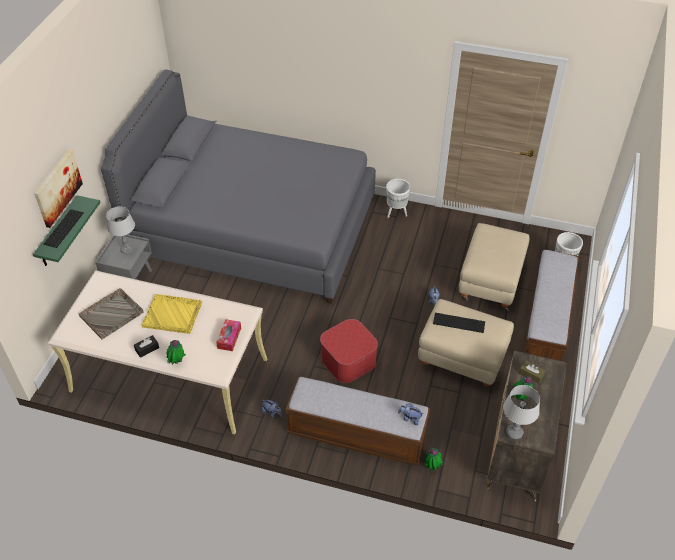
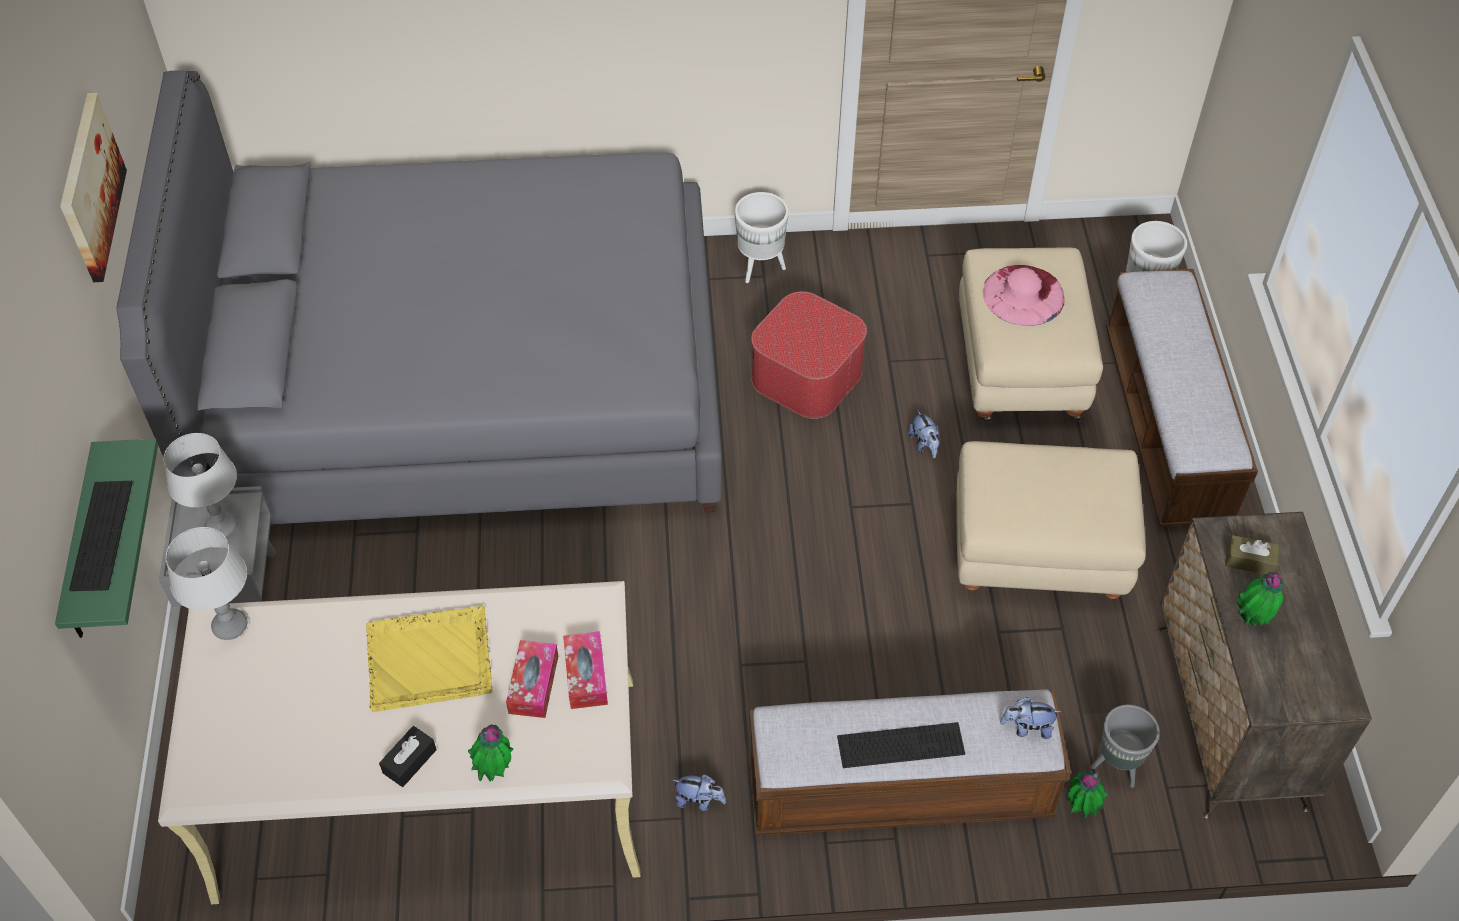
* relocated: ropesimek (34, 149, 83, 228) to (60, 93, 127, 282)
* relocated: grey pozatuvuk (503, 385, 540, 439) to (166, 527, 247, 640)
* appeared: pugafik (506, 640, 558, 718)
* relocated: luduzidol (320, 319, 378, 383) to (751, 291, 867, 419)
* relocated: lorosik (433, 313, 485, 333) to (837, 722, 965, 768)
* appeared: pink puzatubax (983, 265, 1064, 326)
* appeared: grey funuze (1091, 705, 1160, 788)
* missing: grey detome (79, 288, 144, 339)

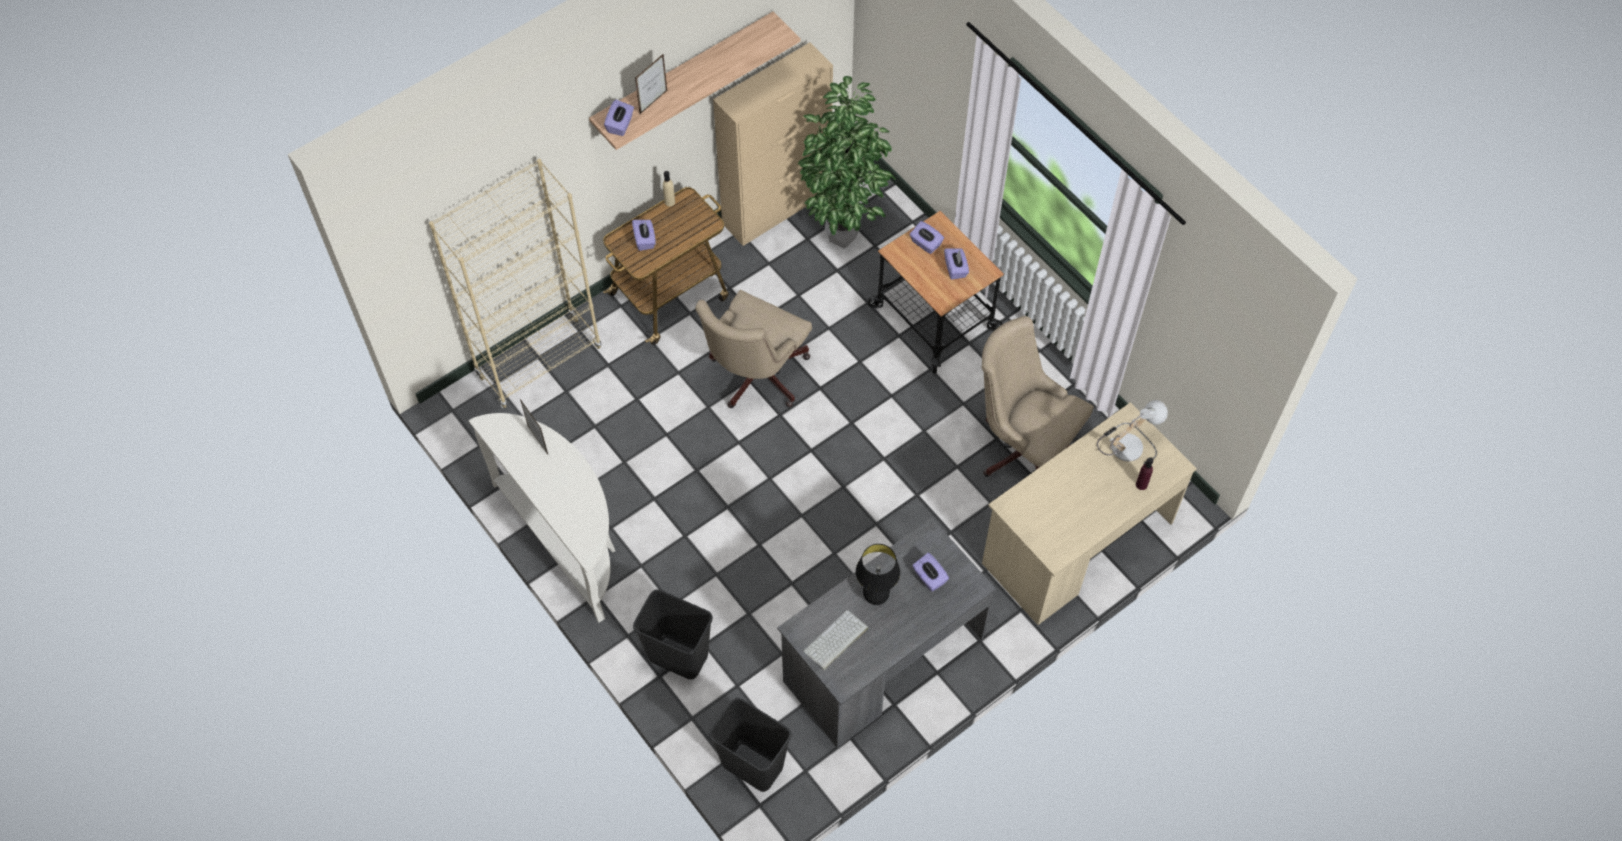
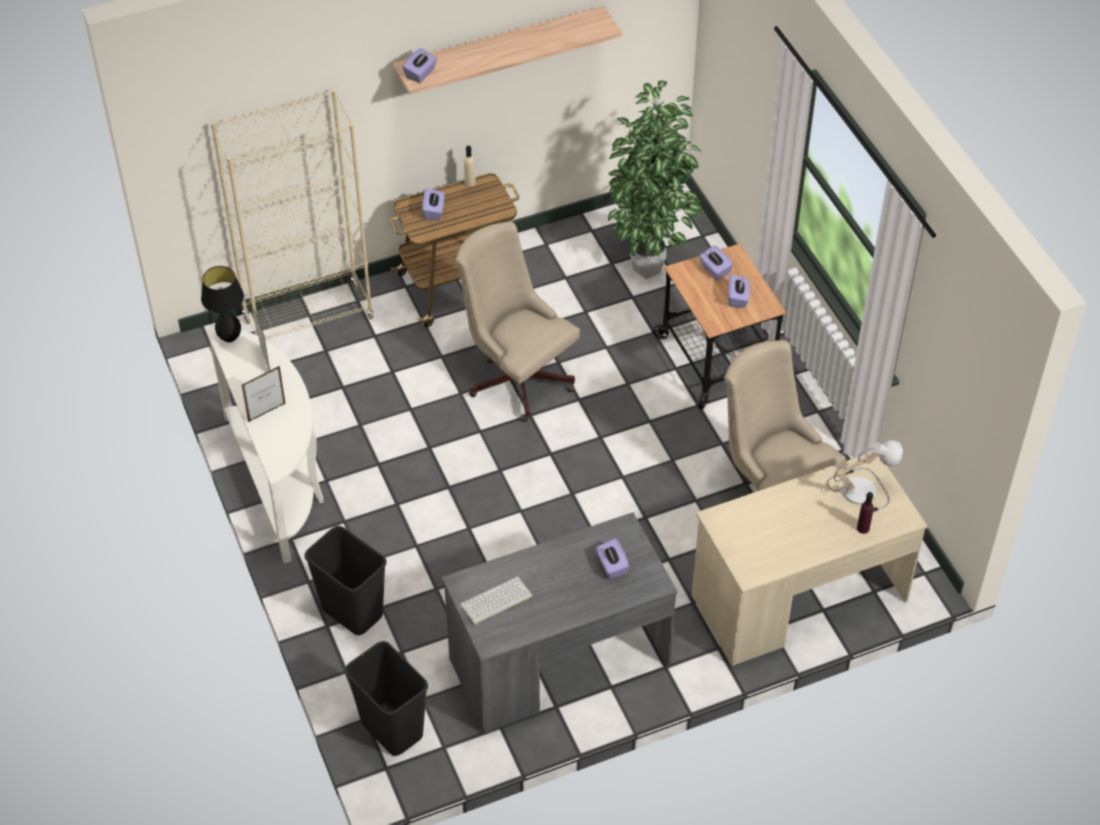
* relocated: black pozatuvuk (856, 544, 900, 605) to (201, 266, 244, 342)
* relocated: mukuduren (635, 53, 668, 114) to (242, 366, 286, 422)
* spun: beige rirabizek (695, 290, 812, 408) = (455, 221, 580, 422) 90 degrees clockwise
* missing: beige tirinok (713, 42, 833, 246)

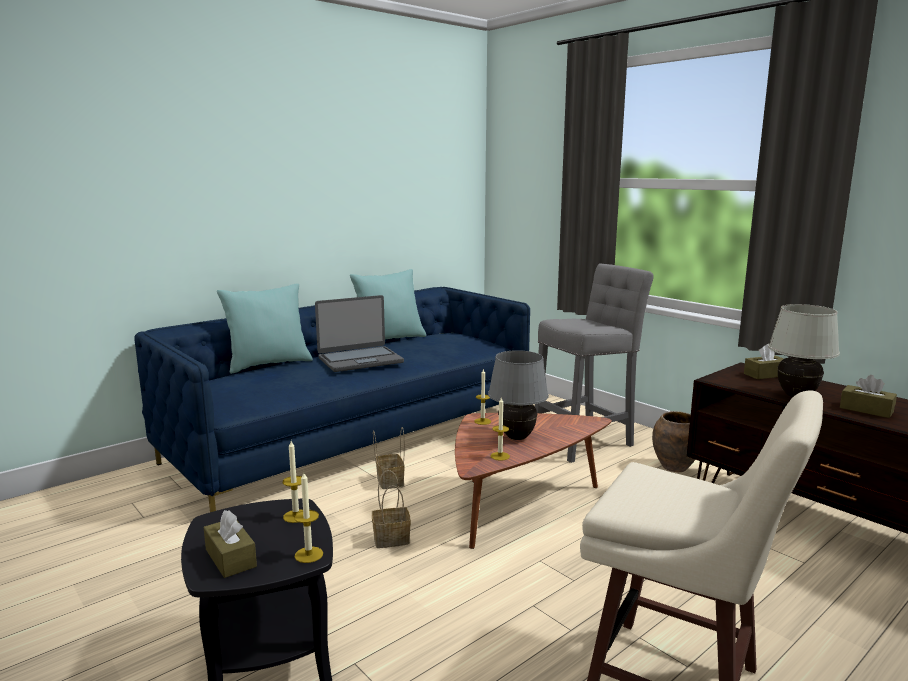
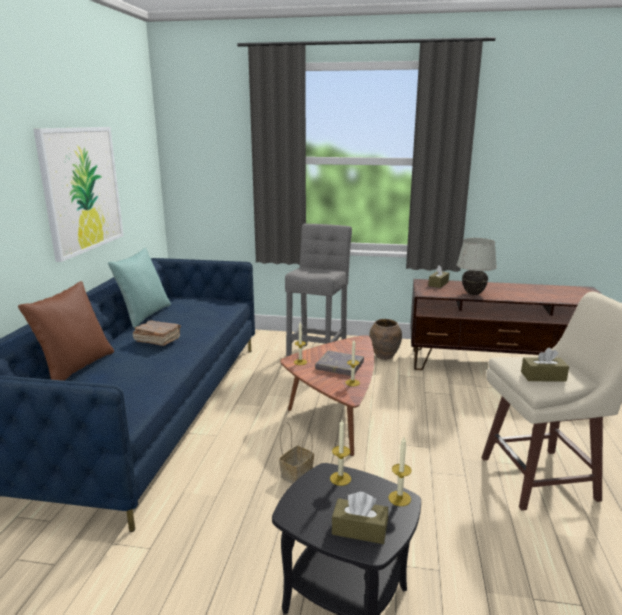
* colour: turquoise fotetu (217, 284, 313, 374) to brown fotetu (18, 281, 114, 381)
* appeared: ropesimek (34, 127, 124, 262)
* exchanged: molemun (315, 295, 404, 372) to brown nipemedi (133, 320, 181, 346)
* exchanged: grey pozatuvuk (488, 350, 549, 440) to grey nipemedi (315, 351, 364, 376)
* relocated: brown pugafik (840, 375, 897, 418) to (521, 348, 569, 382)
* missing: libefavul (373, 427, 405, 489)

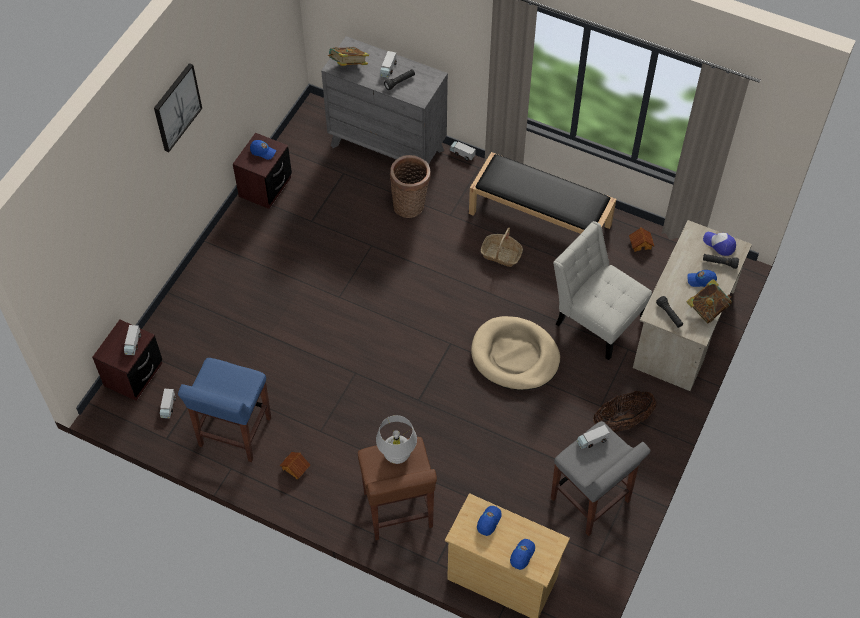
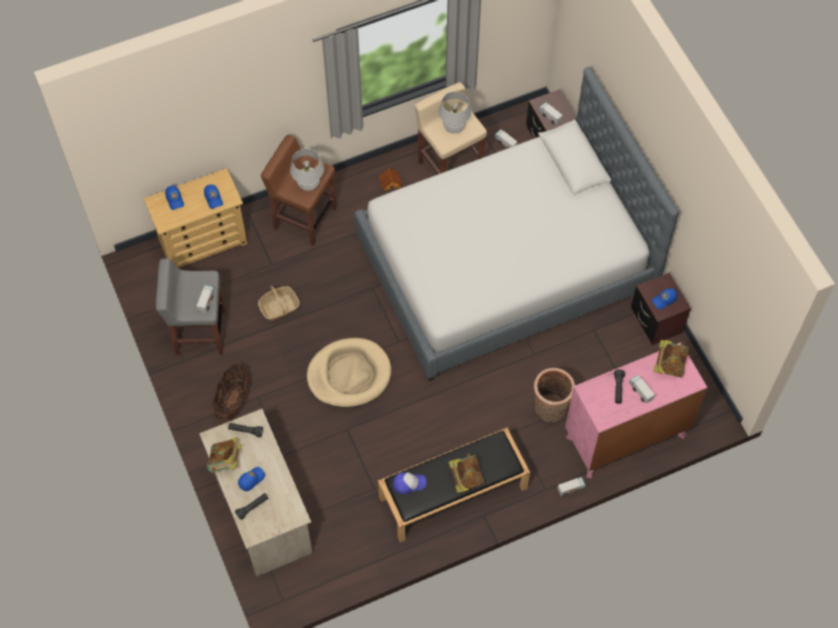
* relocated: libefavul (481, 228, 523, 267) to (258, 286, 300, 320)
* appeared: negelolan (354, 67, 679, 381)
* relocated: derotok (703, 232, 736, 256) to (393, 472, 426, 494)
* colour: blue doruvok (178, 358, 271, 462) to beige doruvok (414, 82, 487, 174)
* appeared: white pozatuvuk (438, 91, 471, 134)
* appeared: nipemedi (449, 454, 484, 493)
* colour: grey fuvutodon (321, 36, 448, 164) to pink fuvutodon (565, 342, 707, 478)
* missing: ropesimek (154, 63, 202, 152)
* missing: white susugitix (553, 221, 652, 360)
* missing: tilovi (629, 227, 654, 252)

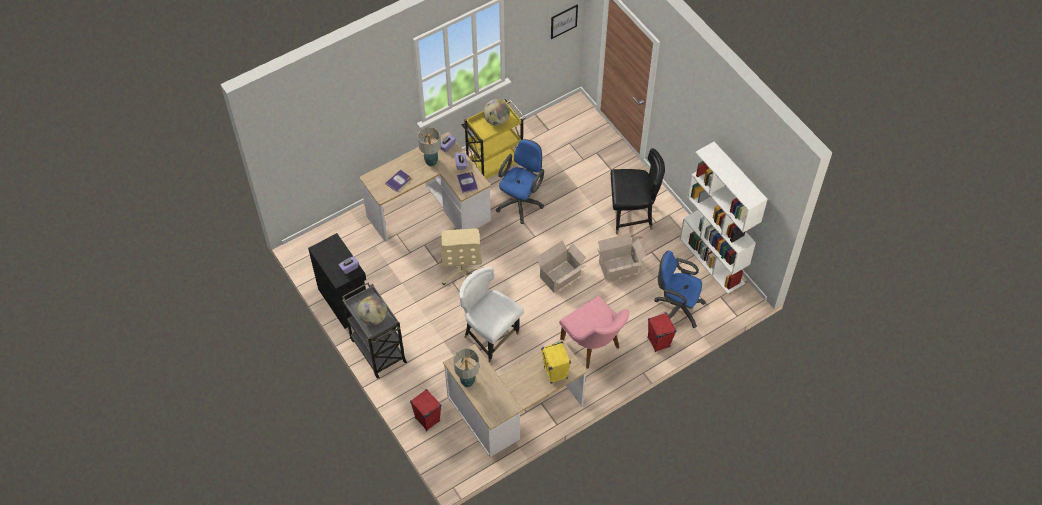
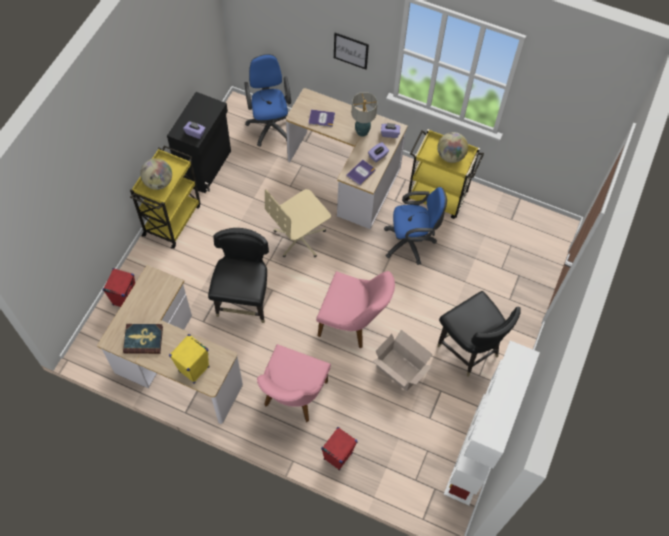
* appeared: nipemedi (123, 324, 163, 354)
* colour: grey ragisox (342, 283, 407, 379) to yellow ragisox (130, 146, 201, 249)
* colour: white susugitix (459, 267, 524, 363) to black susugitix (208, 228, 269, 323)
* relocated: blue rirabizek (654, 251, 706, 328) to (244, 54, 291, 147)
* exchanged: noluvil (536, 240, 586, 293) to pink susugitix (316, 271, 395, 348)
* relocated: ropesimek (551, 4, 578, 39) to (334, 33, 369, 70)
* missing: pozatuvuk (454, 348, 479, 387)

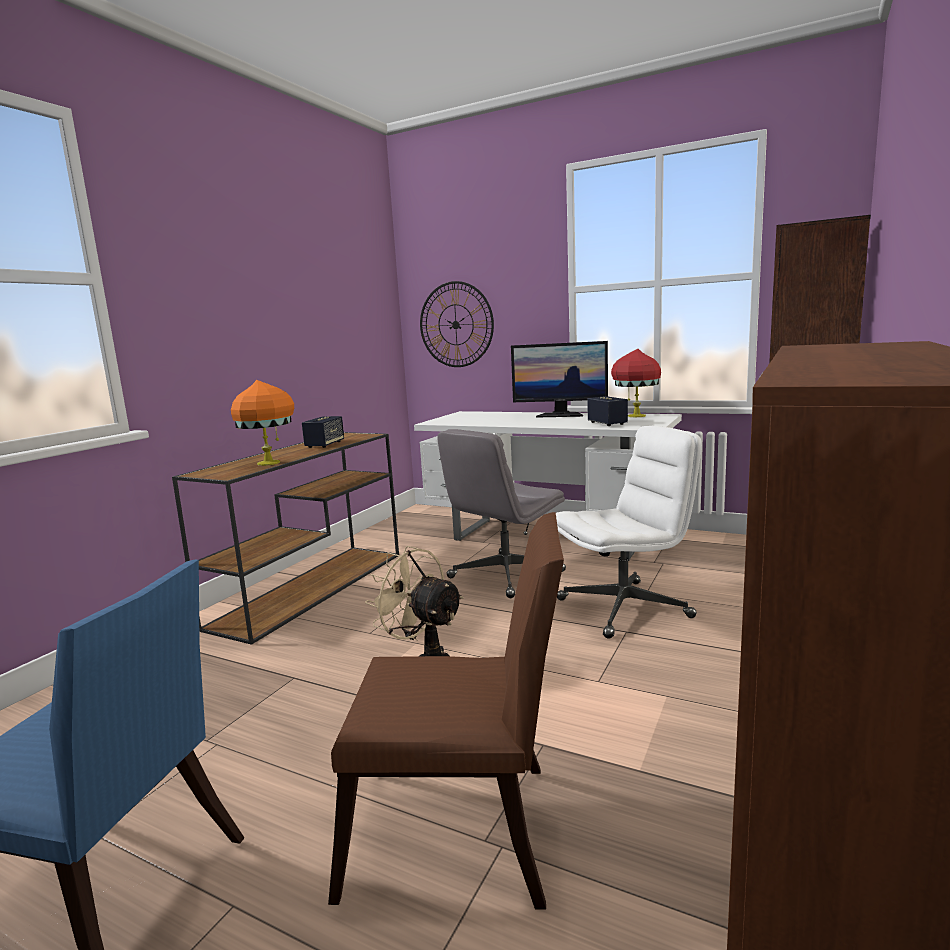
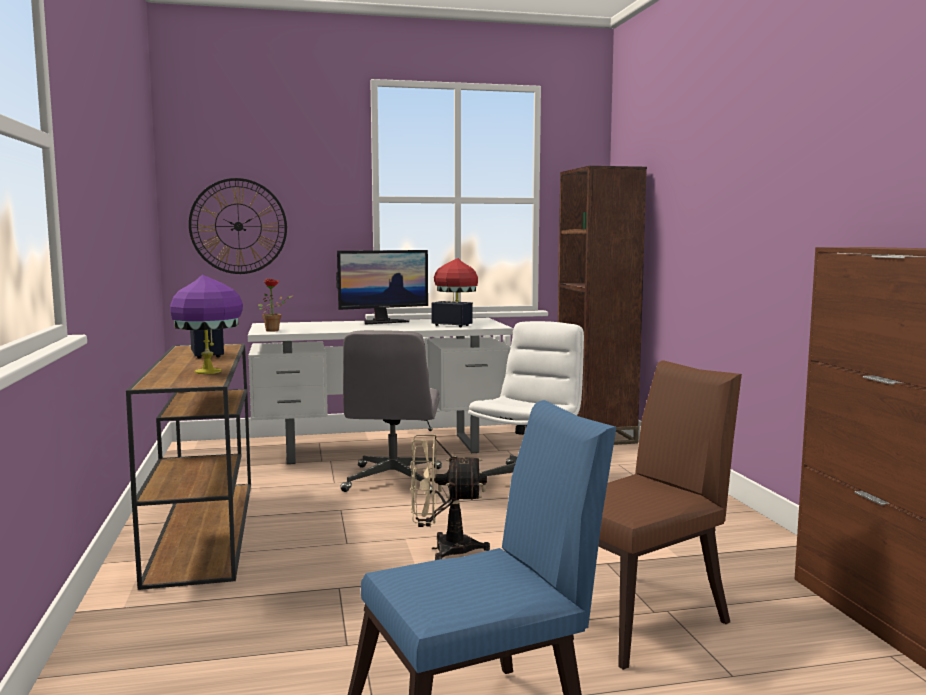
* colour: orange pozatuvuk (231, 380, 294, 466) to purple pozatuvuk (170, 275, 243, 374)
* appeared: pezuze (258, 279, 293, 332)

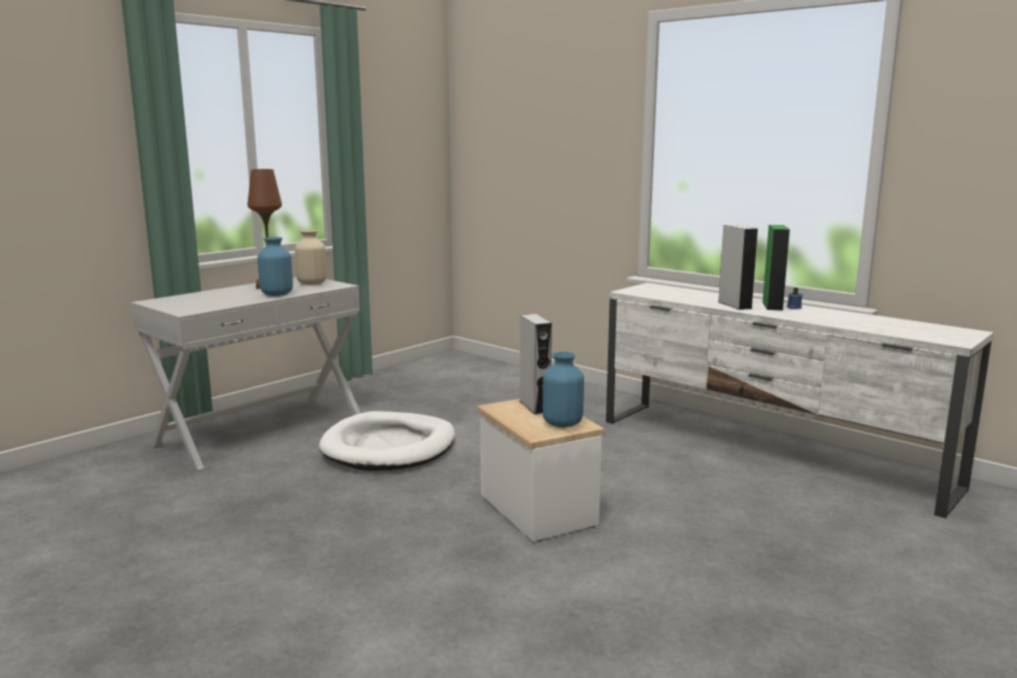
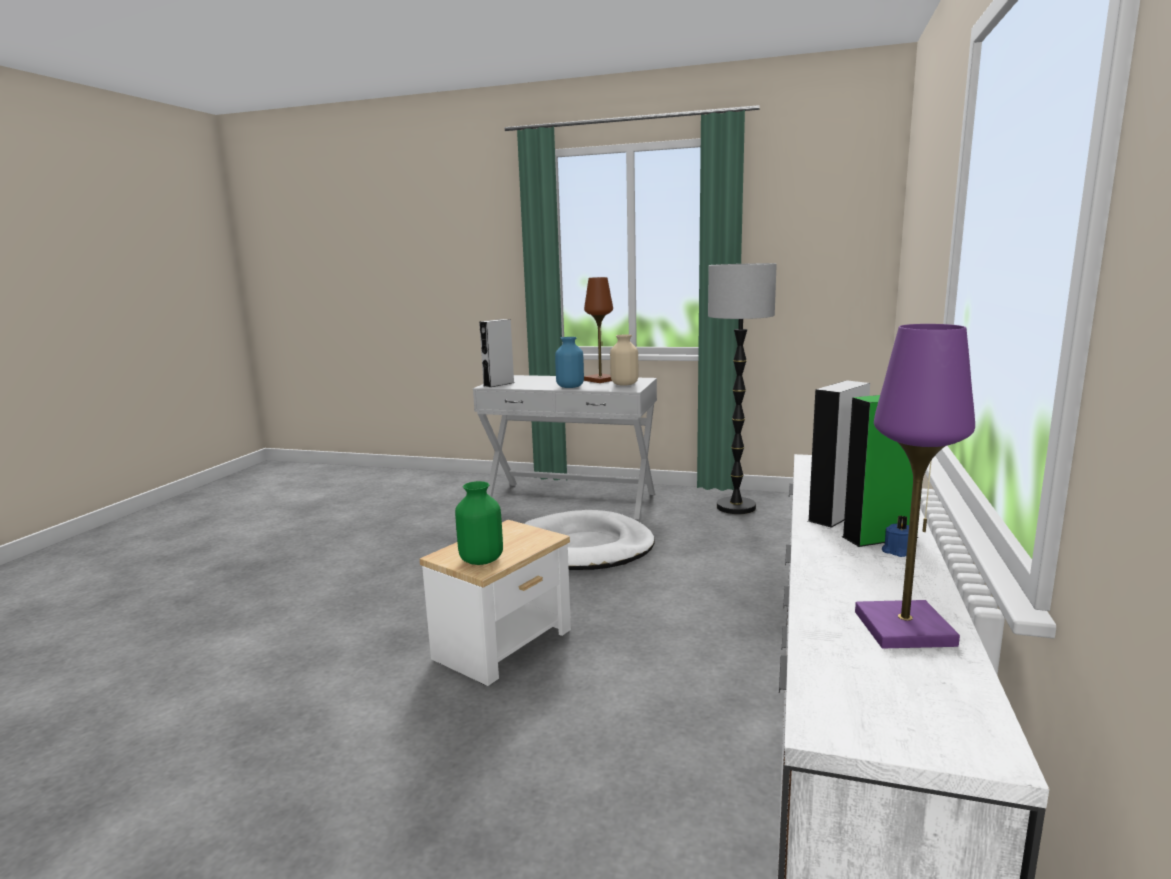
* colour: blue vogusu (543, 352, 584, 428) to green vogusu (455, 481, 503, 565)
* relocated: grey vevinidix (520, 314, 552, 415) to (479, 319, 514, 387)
* appeared: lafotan (708, 263, 777, 514)
* appeared: purple pozatuvuk (855, 324, 975, 648)

